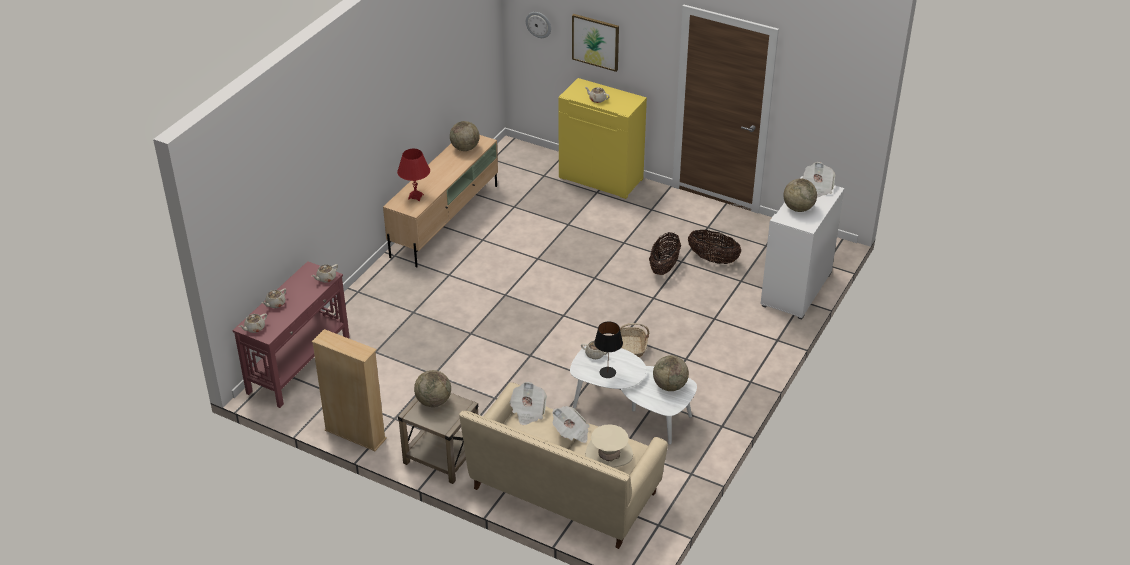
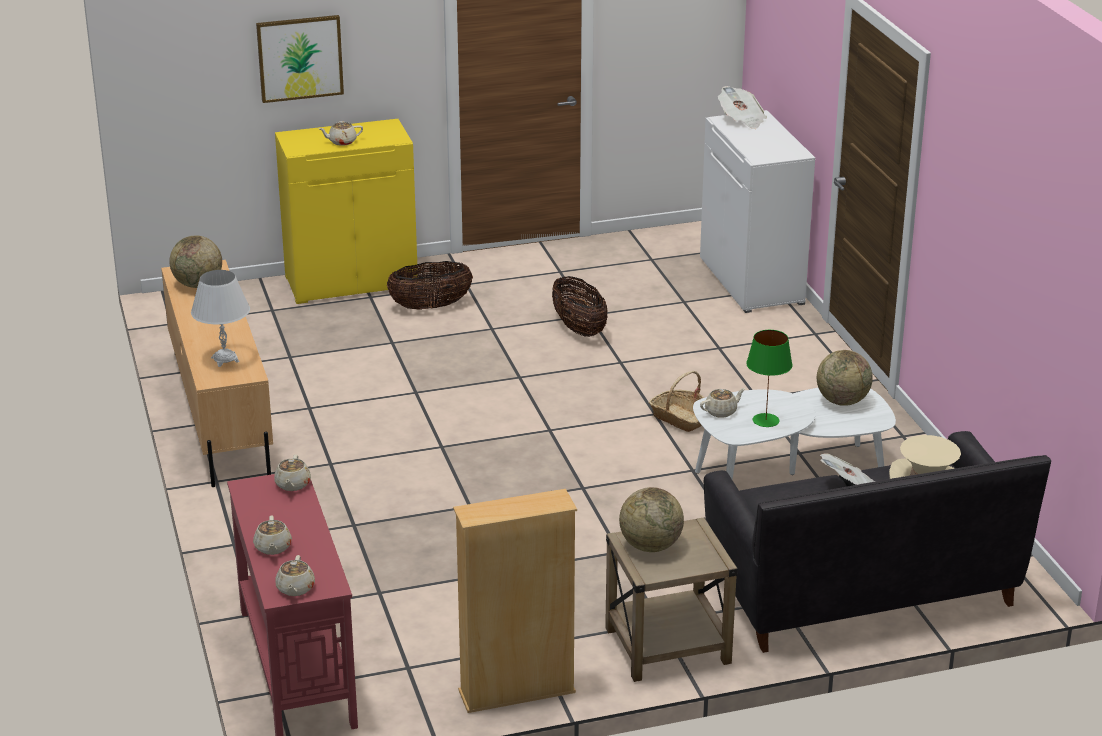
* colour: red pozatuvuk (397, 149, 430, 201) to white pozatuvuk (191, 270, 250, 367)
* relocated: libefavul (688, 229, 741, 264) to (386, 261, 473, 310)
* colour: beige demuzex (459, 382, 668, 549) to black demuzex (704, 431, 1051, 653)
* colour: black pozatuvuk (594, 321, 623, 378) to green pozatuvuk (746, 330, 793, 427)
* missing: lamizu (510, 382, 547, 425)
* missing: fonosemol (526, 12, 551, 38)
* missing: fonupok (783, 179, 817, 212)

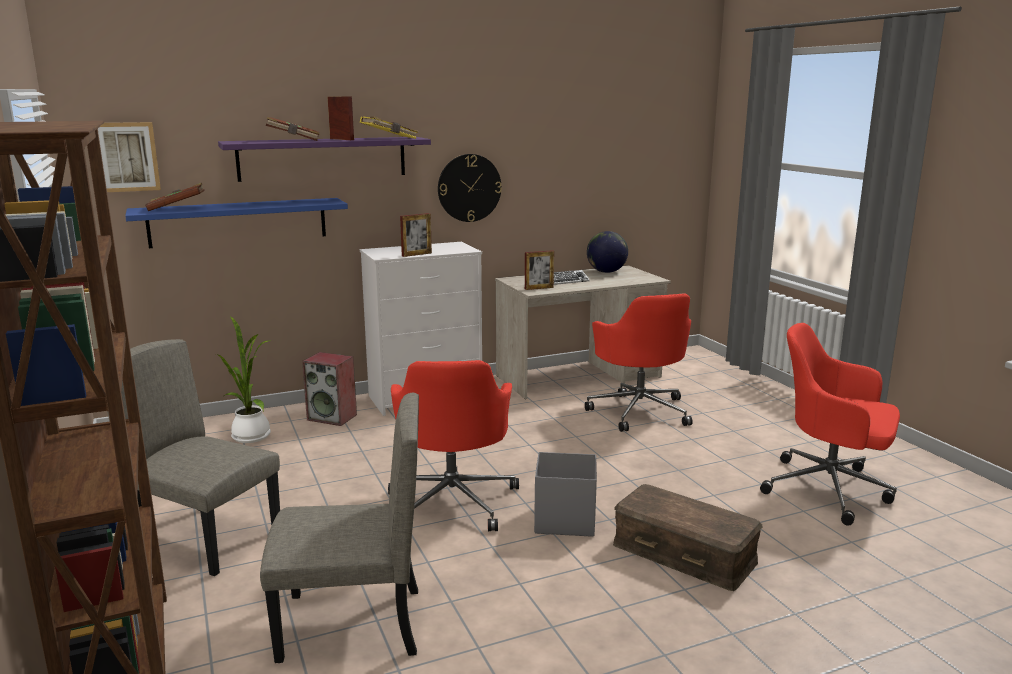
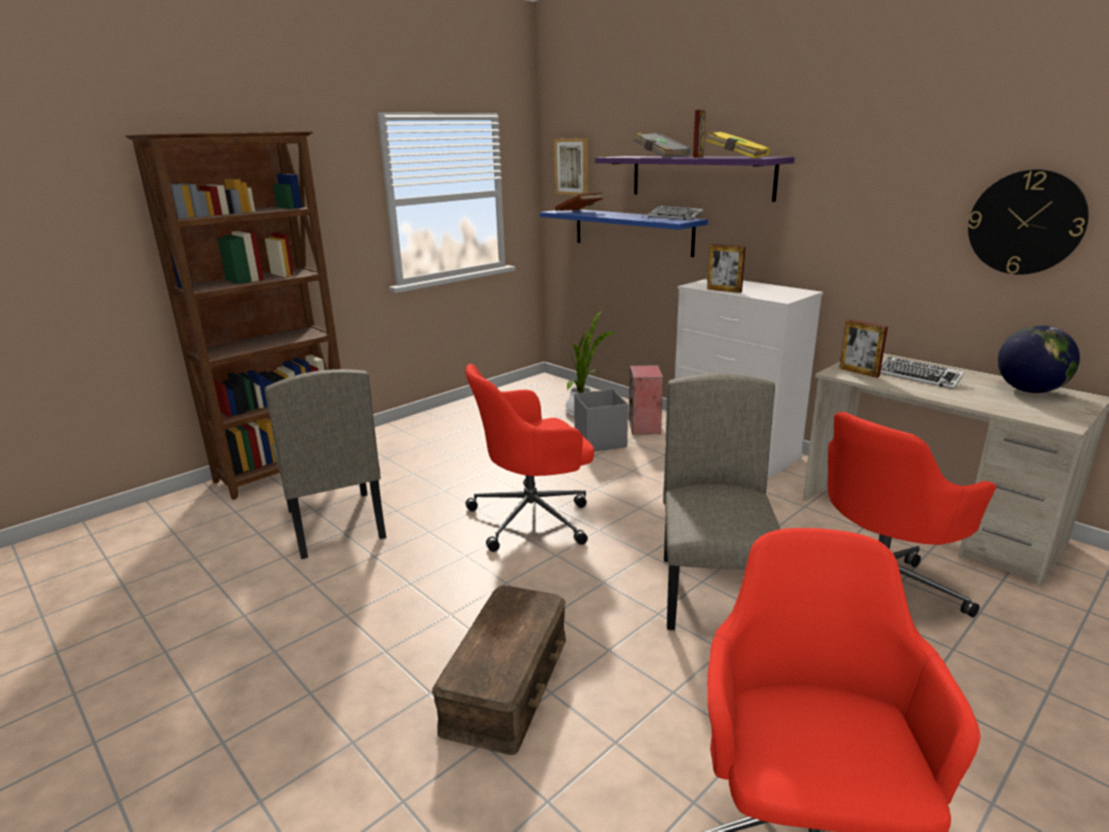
* relocated: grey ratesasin (534, 452, 597, 537) to (574, 389, 628, 452)
* colour: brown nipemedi (266, 117, 320, 141) to grey nipemedi (634, 133, 691, 158)
* appeared: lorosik (647, 206, 703, 220)
* relocated: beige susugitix (107, 339, 280, 576) to (663, 373, 780, 630)
* relocated: fonosemol (438, 154, 502, 222) to (968, 169, 1089, 275)

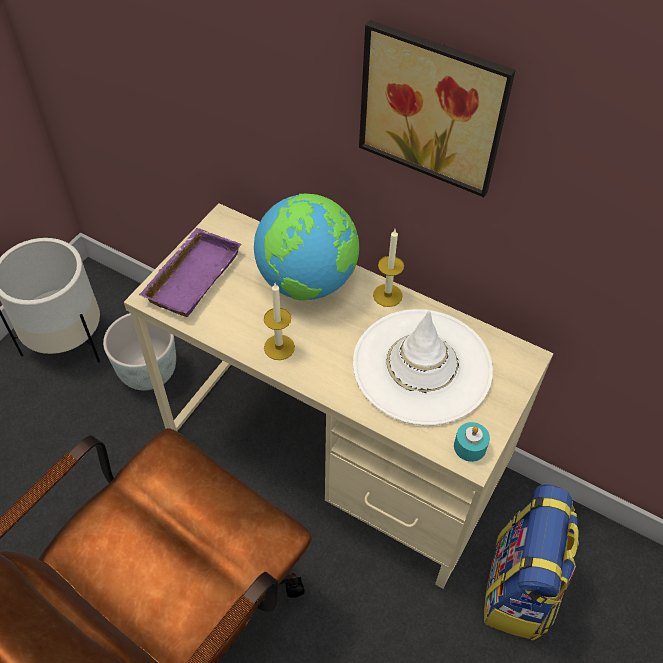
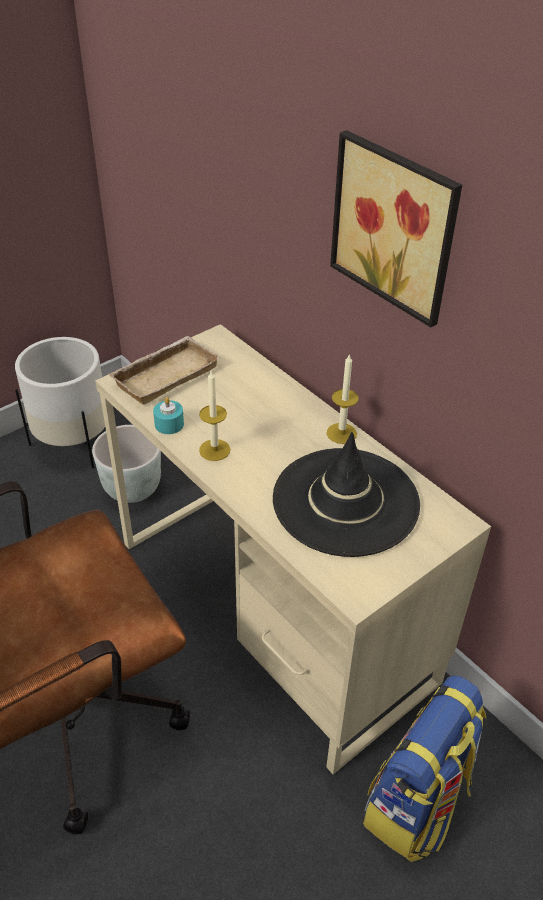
* colour: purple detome (139, 228, 242, 317) to beige detome (108, 336, 220, 405)
* relocated: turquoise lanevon (454, 422, 490, 462) to (153, 397, 184, 434)
* colour: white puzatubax (353, 309, 493, 426) to black puzatubax (273, 432, 420, 557)
* missing: fonupok (254, 194, 359, 300)

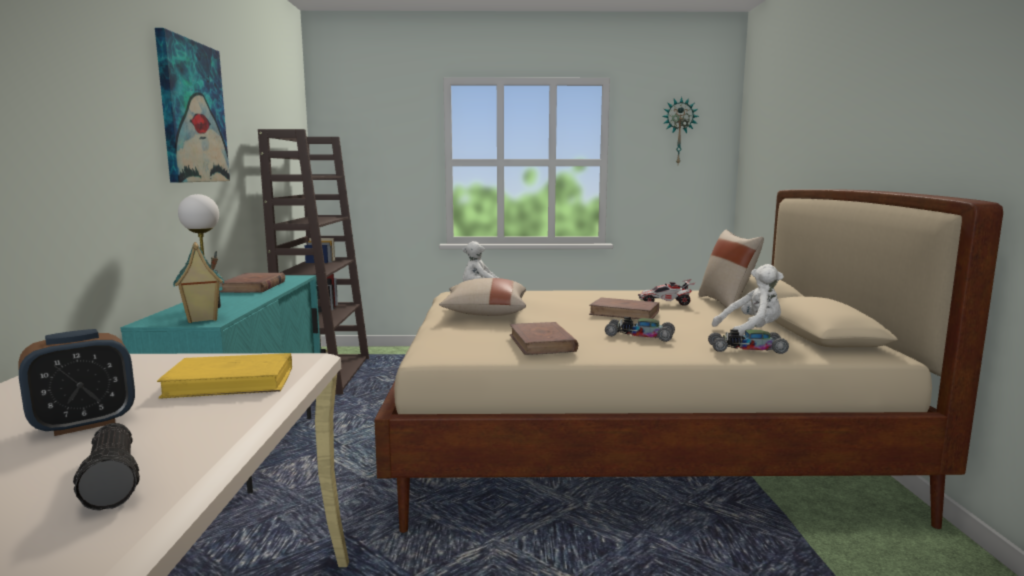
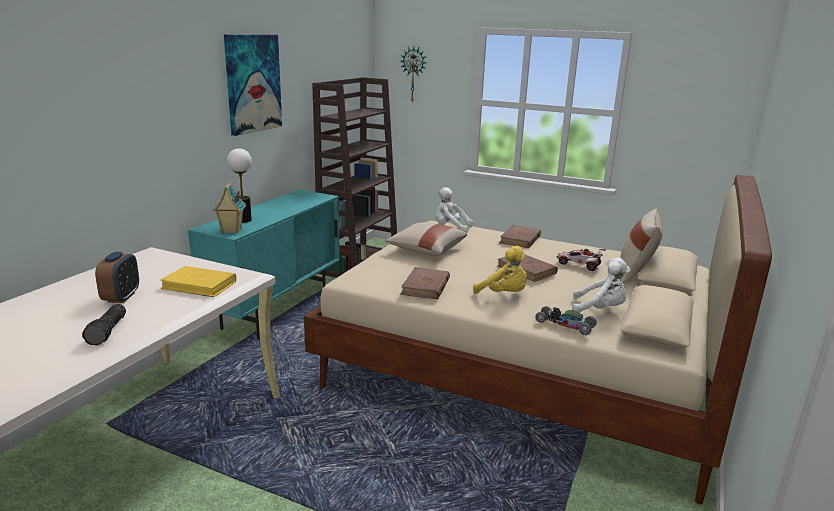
* spun: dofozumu (18, 329, 135, 436) = (95, 252, 139, 303) 75 degrees counterclockwise
* relocated: fonosemol (662, 97, 699, 164) to (401, 47, 427, 102)
* exchanged: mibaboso (605, 317, 675, 342) to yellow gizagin (473, 246, 527, 294)
* relocated: brown nipemedi (219, 273, 285, 293) to (499, 225, 541, 248)

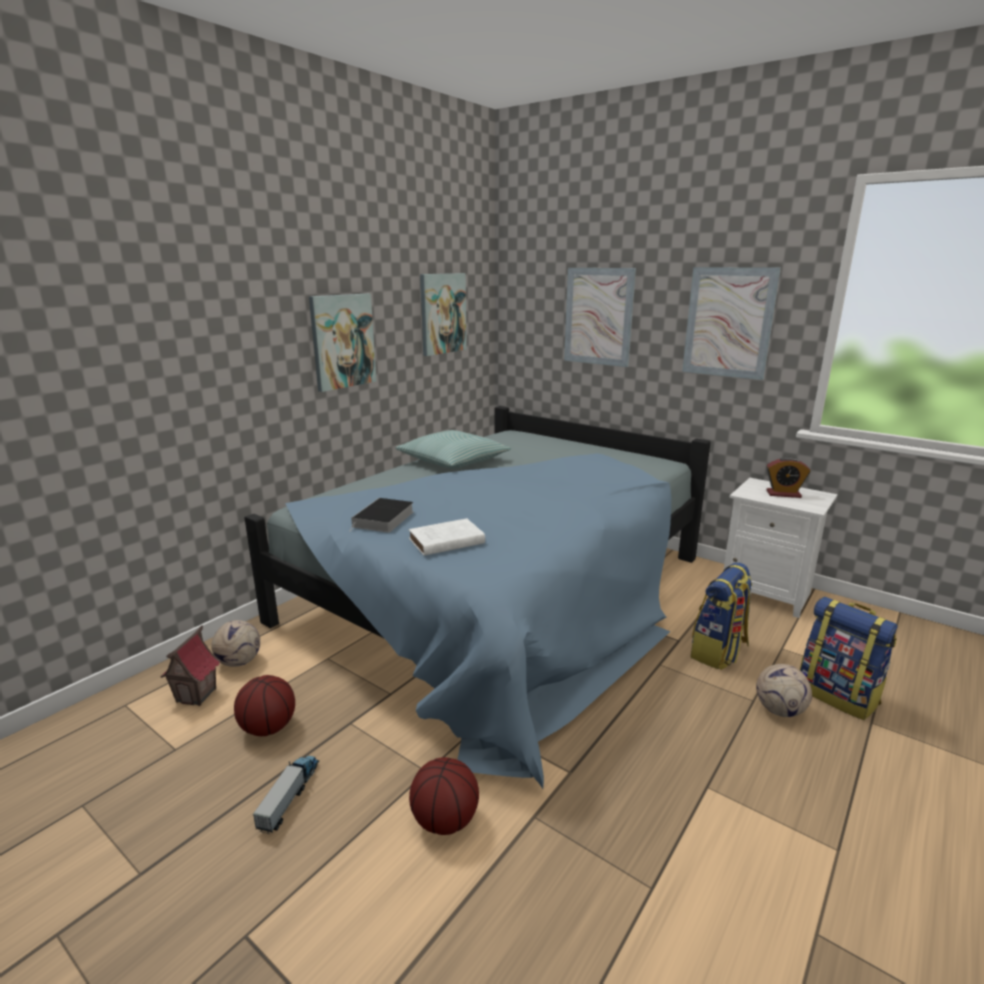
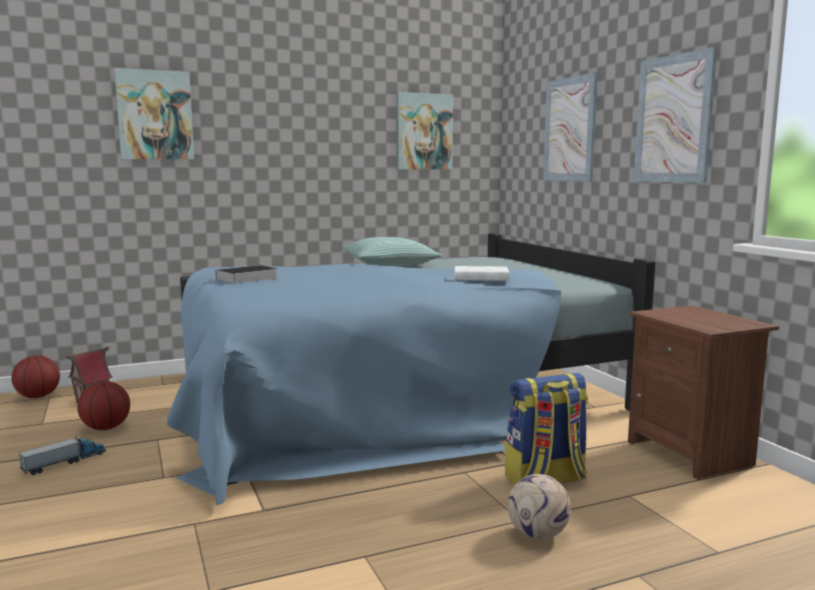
* relocated: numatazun (409, 757, 479, 835) to (12, 355, 60, 398)
* relocated: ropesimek (309, 294, 377, 392) to (114, 68, 194, 160)
* relocated: white nipemedi (409, 518, 485, 556) to (455, 266, 510, 281)
* colour: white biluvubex (723, 478, 838, 618) to brown biluvubex (628, 306, 779, 480)
* missing: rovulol (211, 620, 260, 667)
* missing: dofozumu (766, 457, 810, 498)
* missing: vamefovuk (800, 597, 897, 720)

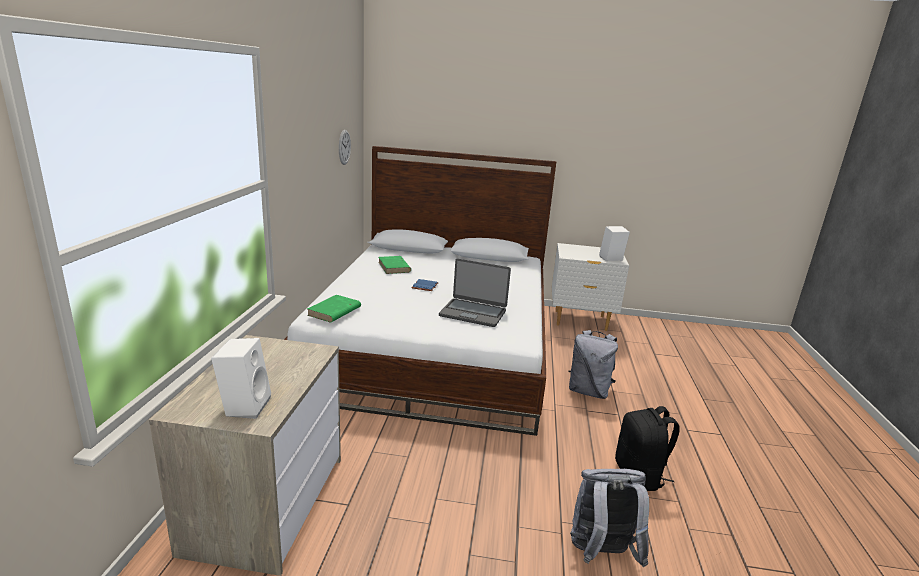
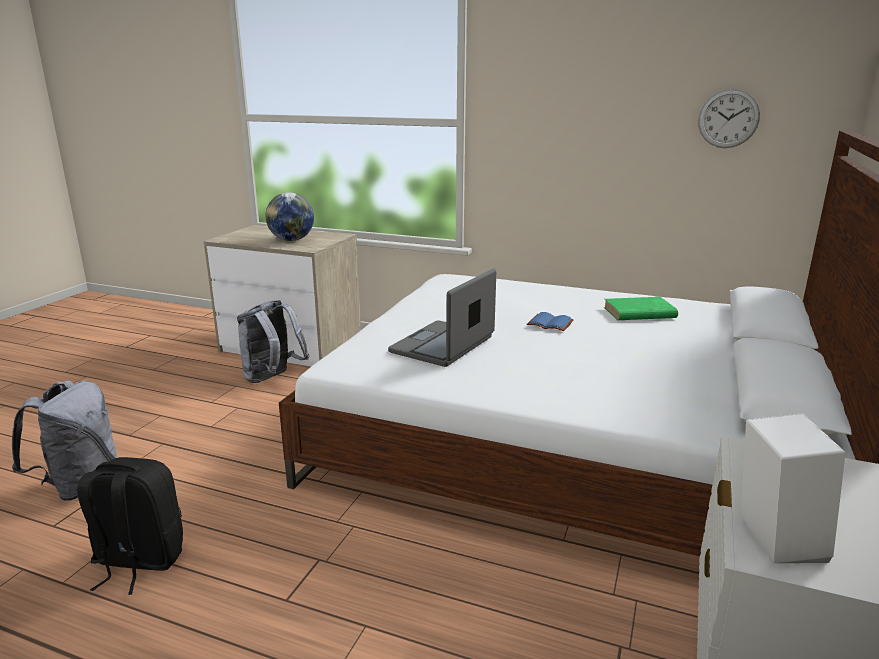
* relocated: grey vamefovuk (568, 330, 618, 399) to (237, 300, 310, 383)
* appeared: fonupok (265, 192, 314, 241)
* missing: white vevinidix (211, 338, 271, 419)
* missing: green nipemedi (307, 295, 361, 322)

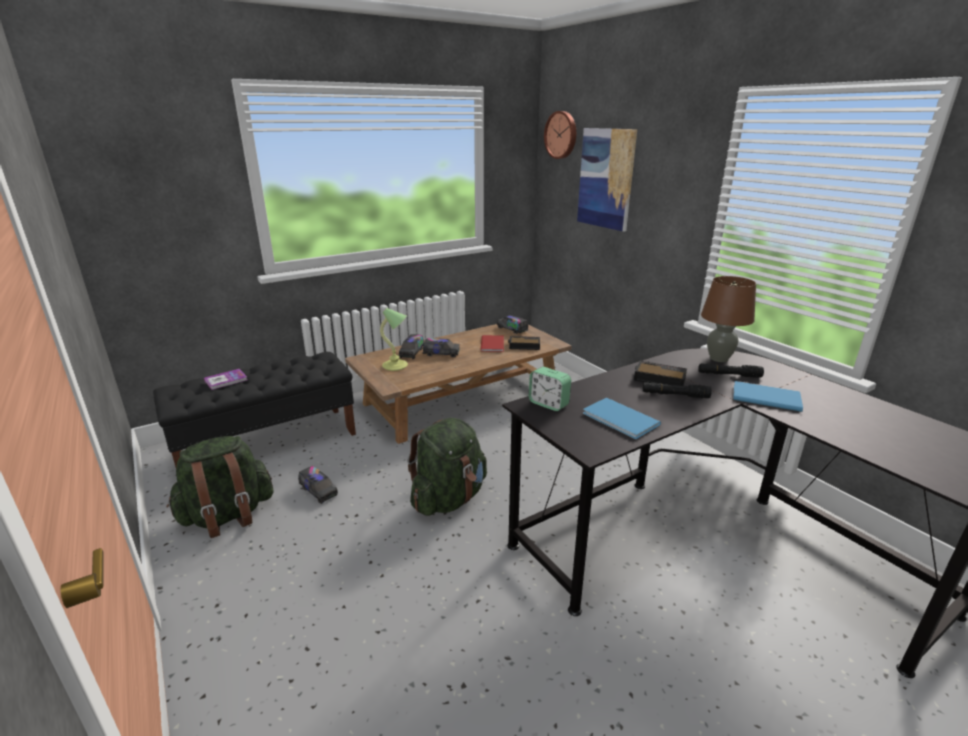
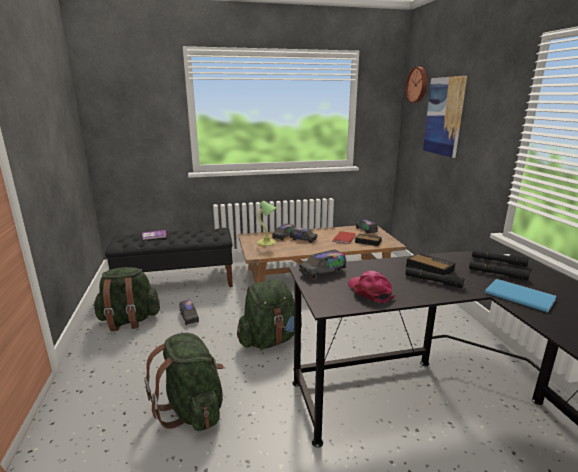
* appeared: green vamefovuk (144, 333, 224, 431)
* exchanged: dofozumu (529, 367, 571, 411) to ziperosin (299, 249, 346, 280)
* exchanged: blue nipemedi (583, 398, 661, 439) to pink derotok (348, 271, 395, 303)
* exchanged: brown pozatuvuk (701, 276, 756, 362) to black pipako (472, 250, 528, 267)

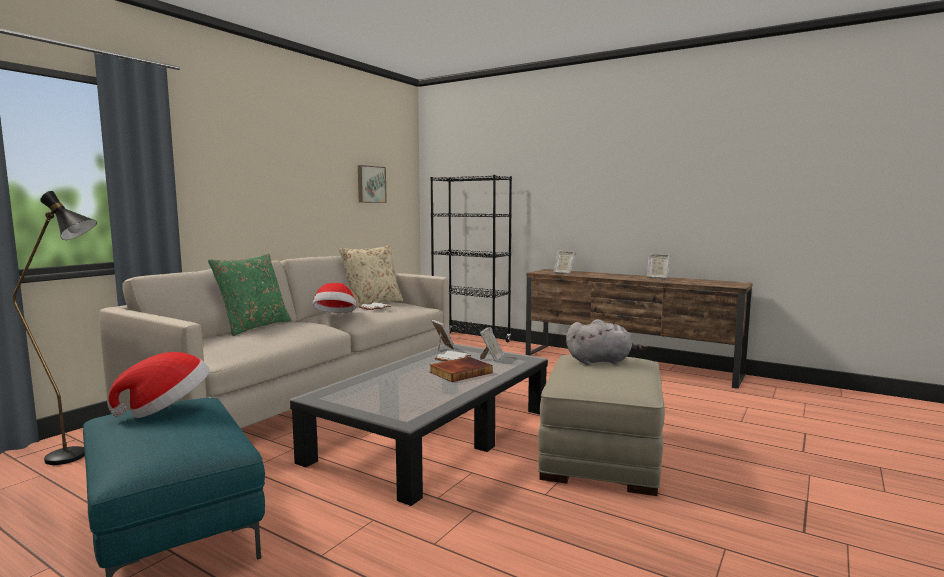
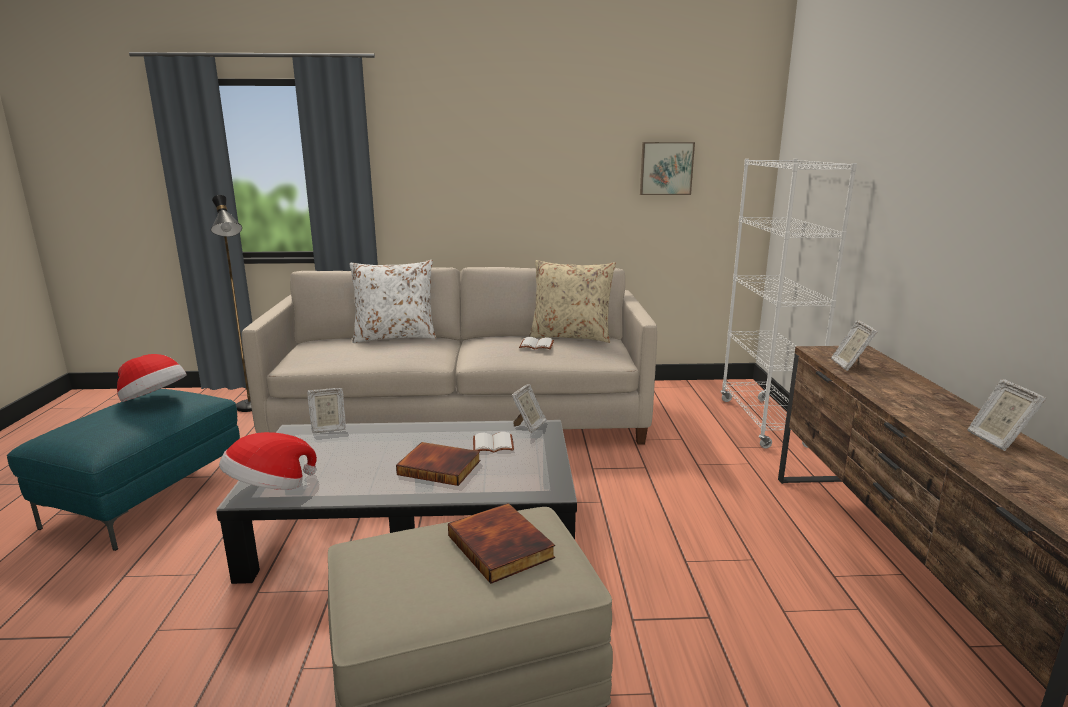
* relocated: puzatubax (313, 283, 357, 313) to (219, 432, 317, 490)
* relocated: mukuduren (480, 327, 504, 362) to (307, 388, 346, 433)
* colour: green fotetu (208, 253, 291, 336) to white fotetu (349, 260, 436, 343)
* exchanged: grey gizagin (566, 319, 647, 365) to nipemedi (448, 503, 555, 584)
* colour: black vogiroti (430, 175, 512, 343) to white vogiroti (721, 159, 857, 449)

